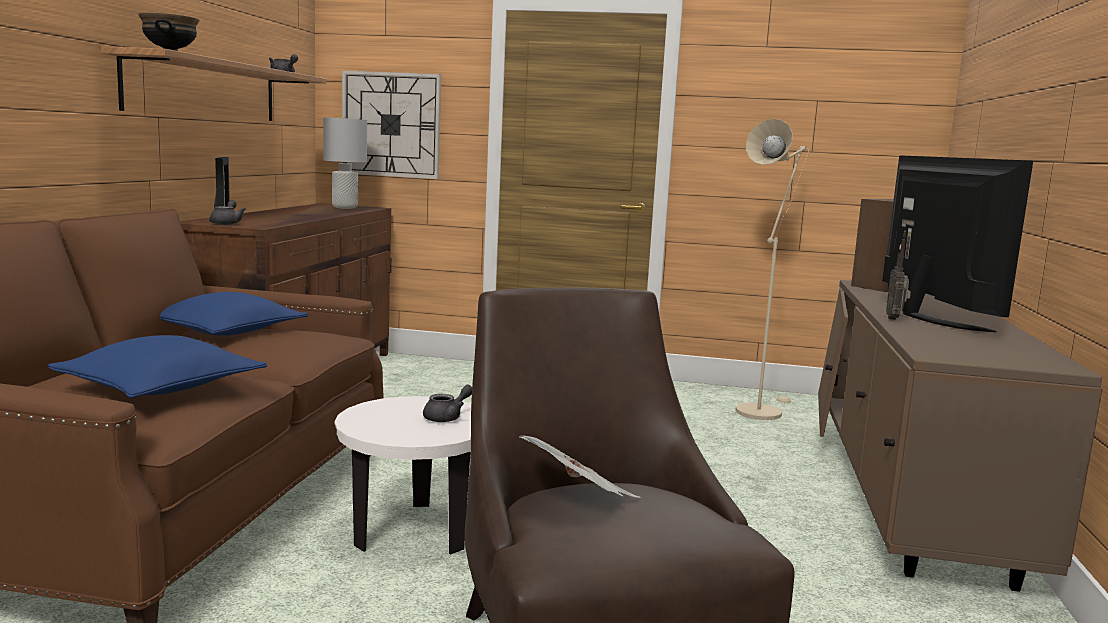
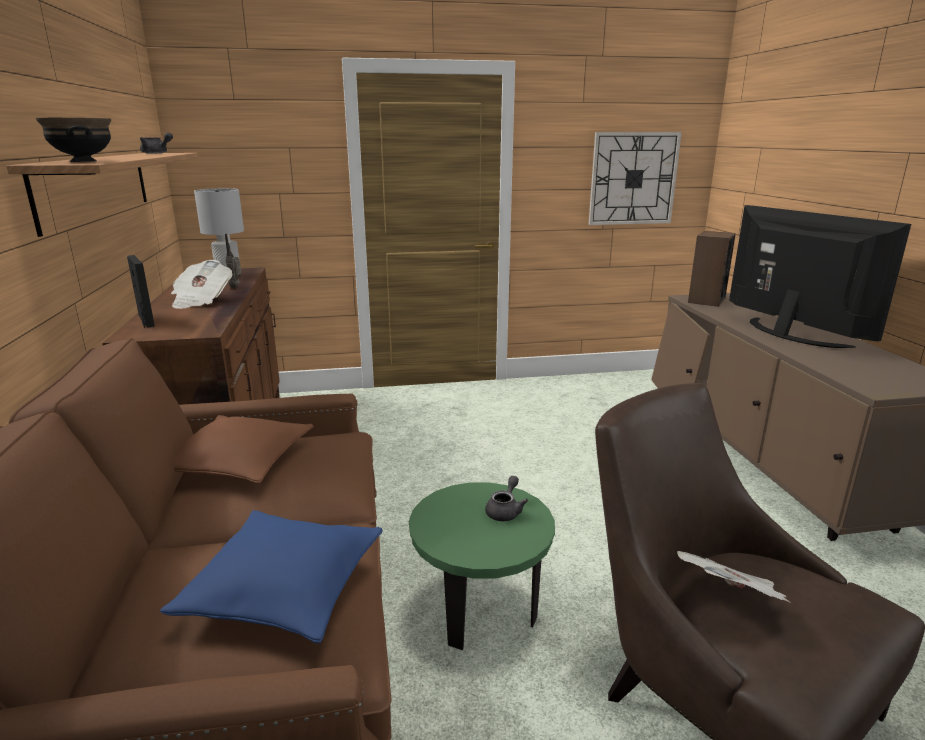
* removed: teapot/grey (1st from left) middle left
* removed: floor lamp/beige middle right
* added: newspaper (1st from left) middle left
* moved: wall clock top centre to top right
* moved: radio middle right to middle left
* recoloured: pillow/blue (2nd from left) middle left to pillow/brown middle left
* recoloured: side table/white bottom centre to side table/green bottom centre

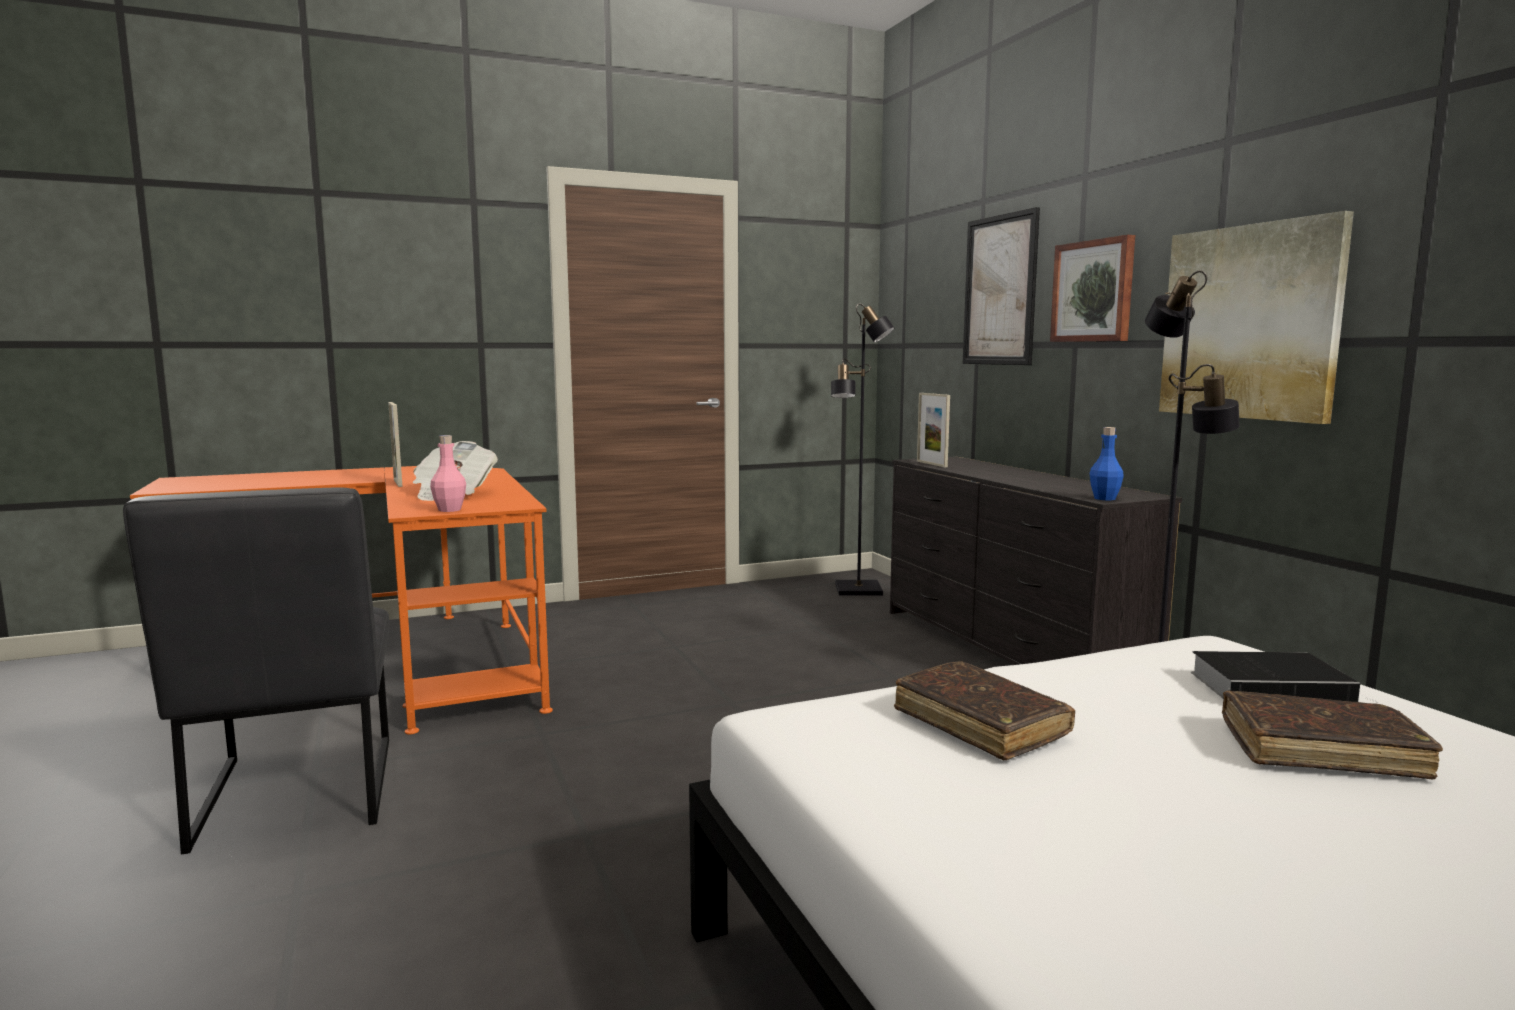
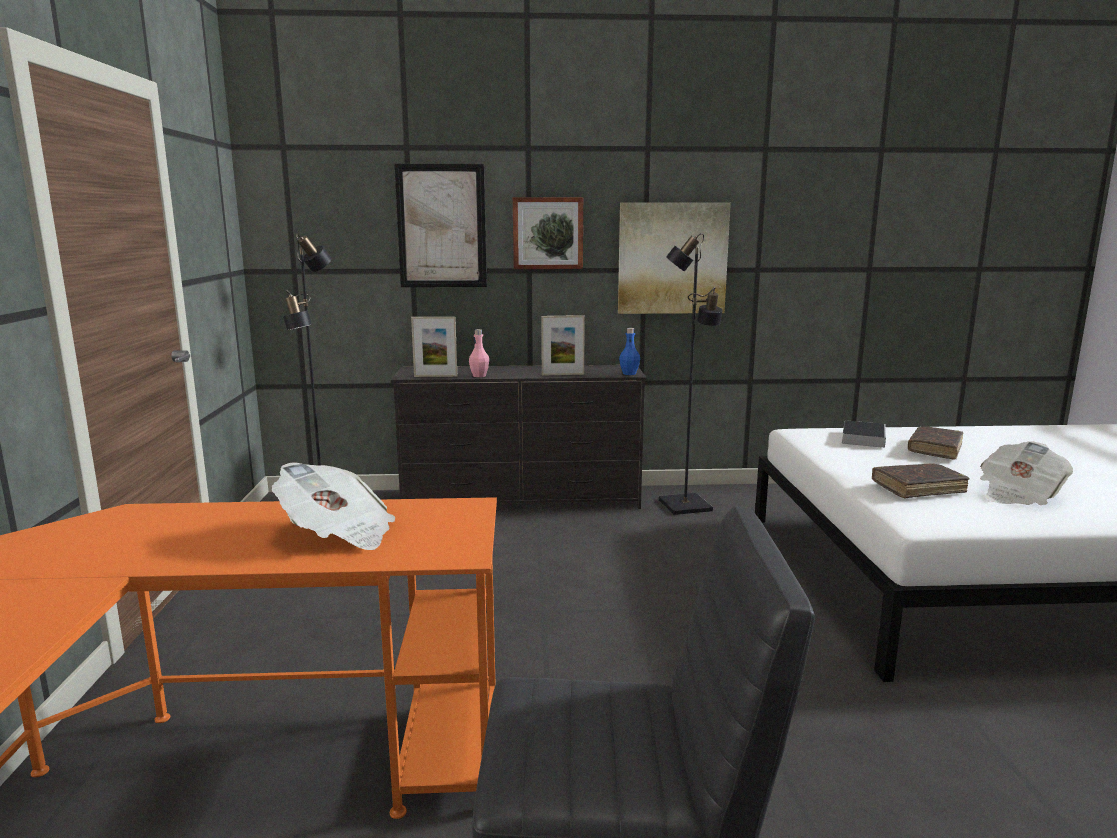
* added: newspaper (2nd from left) middle right
* moved: picture frame (1st from left in the first image) middle left to picture frame (2nd from left) centre
* moved: bottle/pink middle left to centre

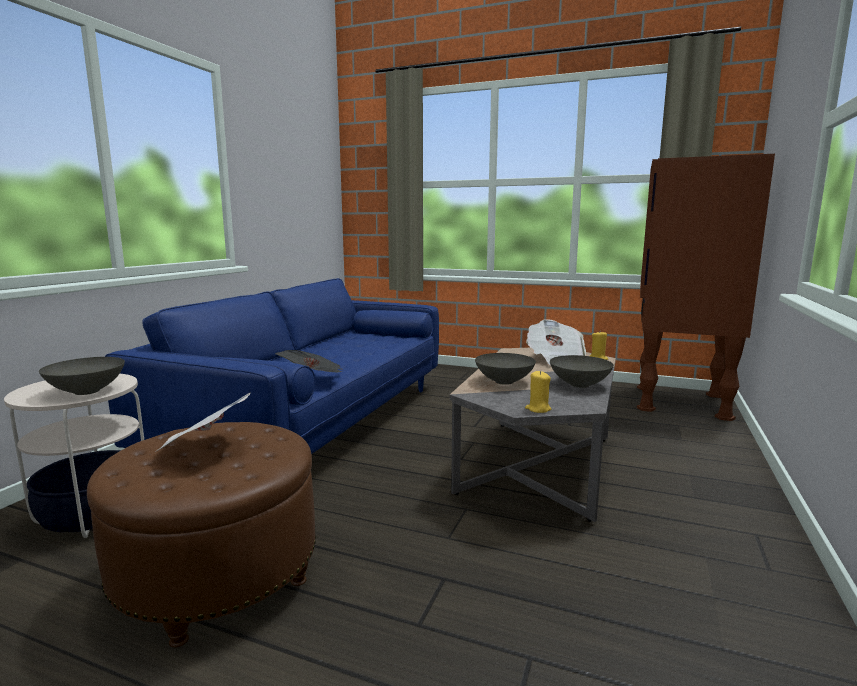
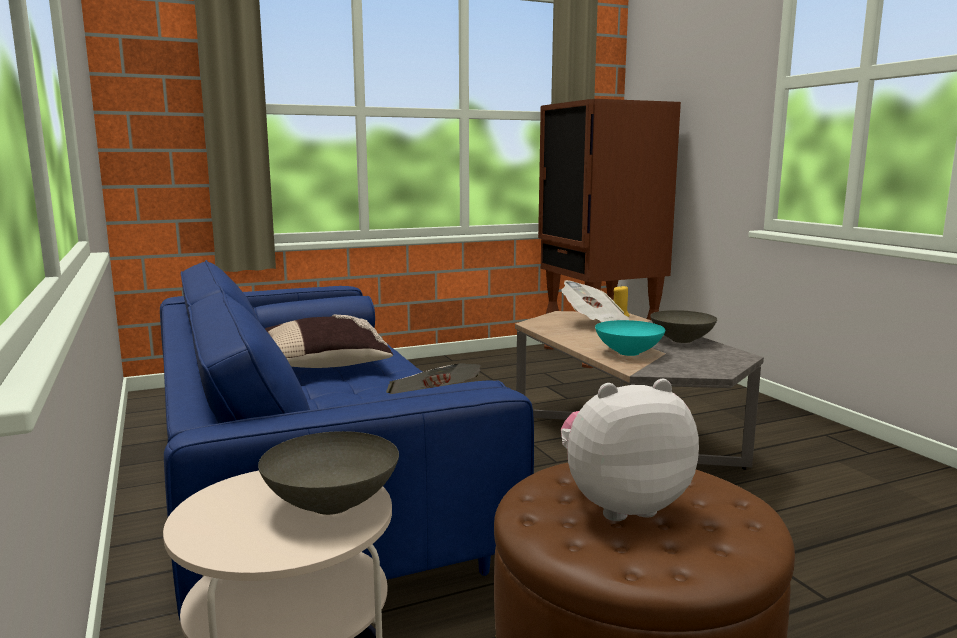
* removed: candle/yellow (1st from left) centre
* added: pillow centre
* replaced: newspaper (1st from left) middle left to plush toy bottom centre
* recoloured: bowl/grey (2nd from left) centre to bowl/turquoise centre

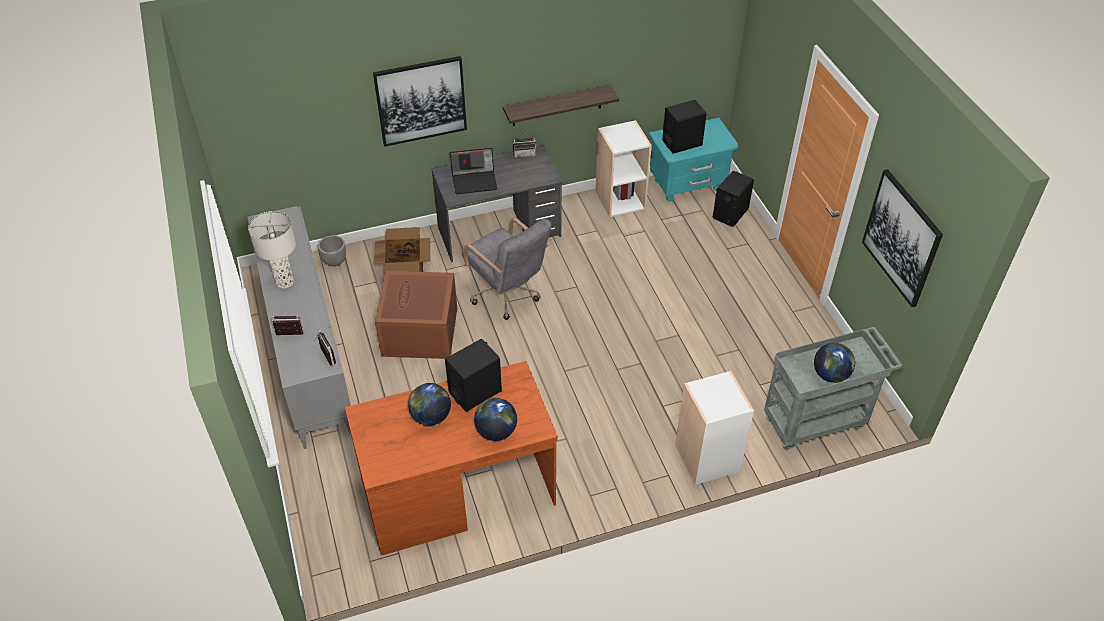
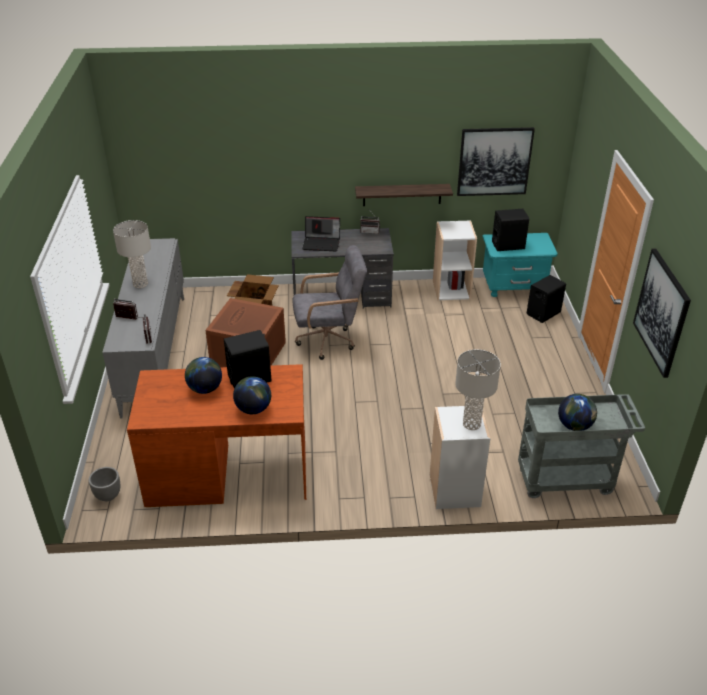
* added: table lamp/white (2nd from left) middle right
* moved: planter/grey middle left to bottom left
* moved: picture (1st from left) top centre to top right
* turned: office chair/grey centre = centre 75 degrees counterclockwise

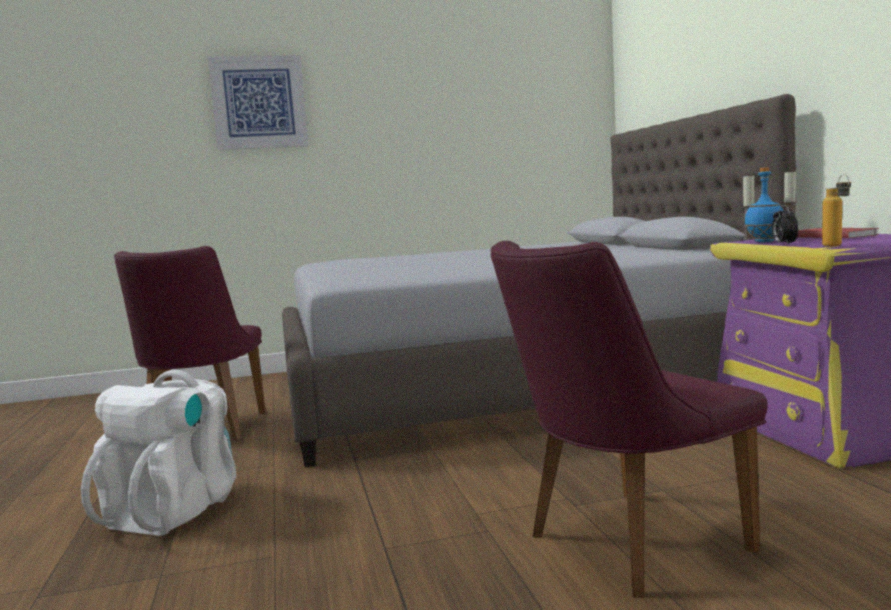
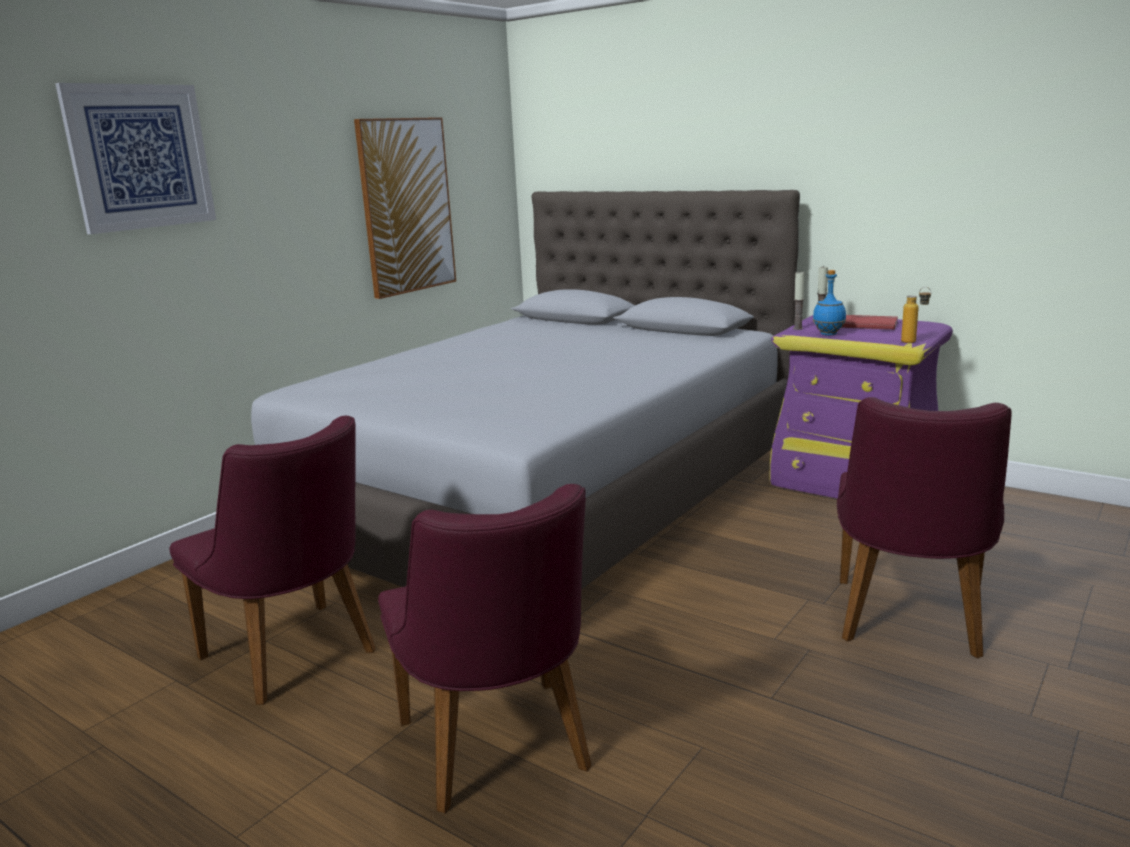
* removed: alarm clock middle right
* added: picture (2nd from left) top centre
* replaced: backpack/white bottom left to chair/purple (2nd from left) bottom centre

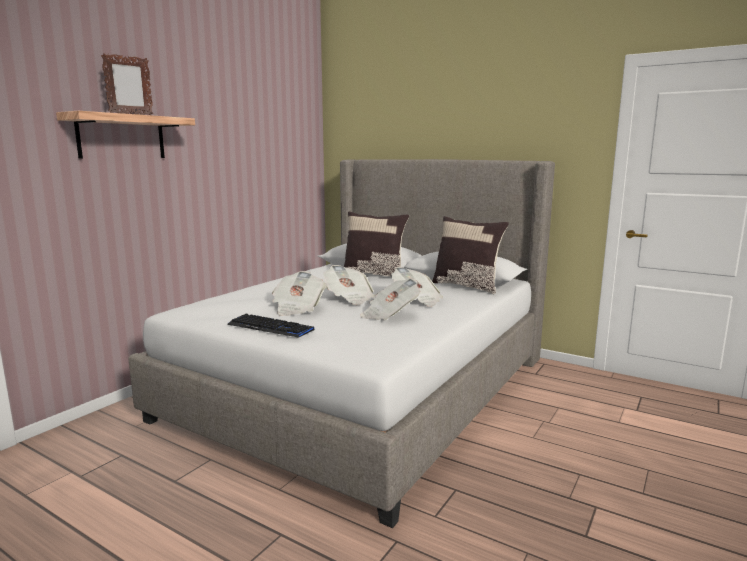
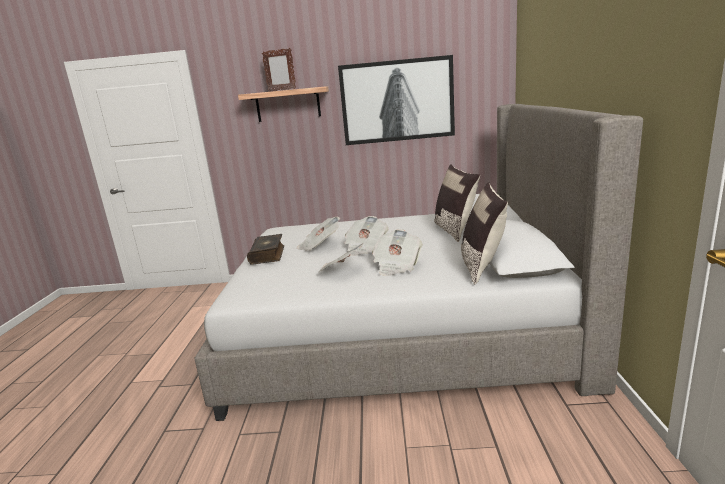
* added: picture top centre
* replaced: keyboard centre to book centre

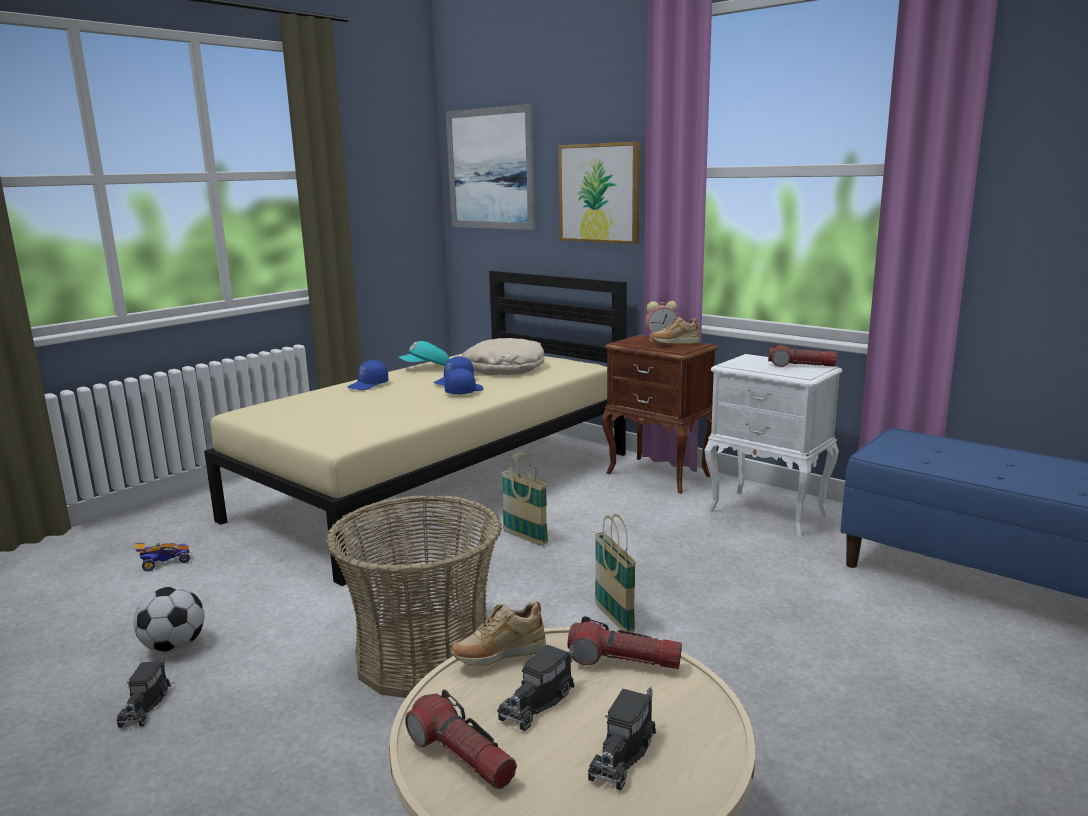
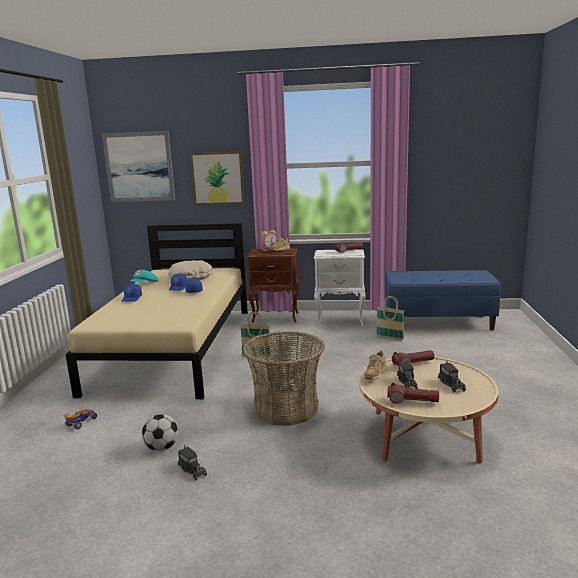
* moved: basket (3rd from left) bottom centre to middle right

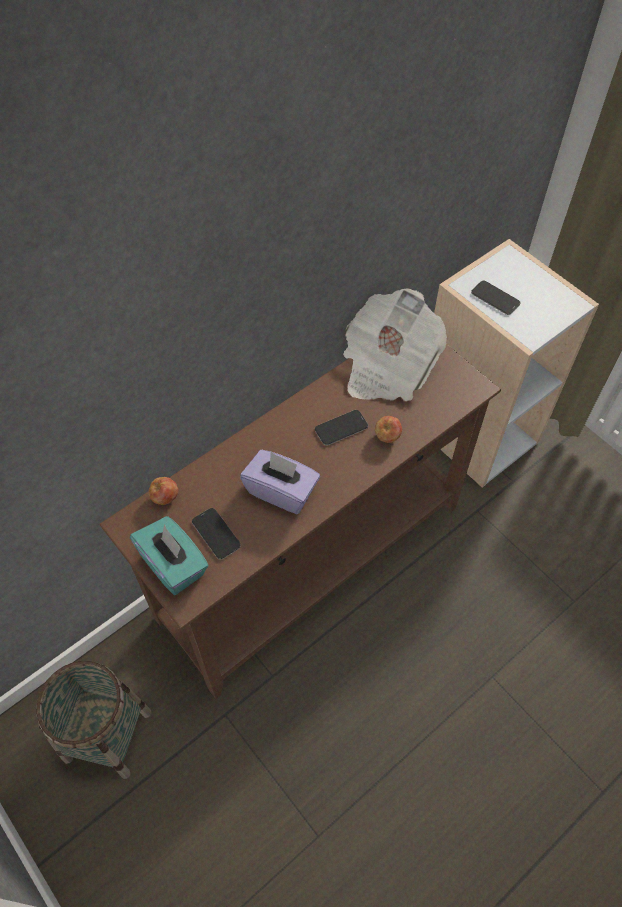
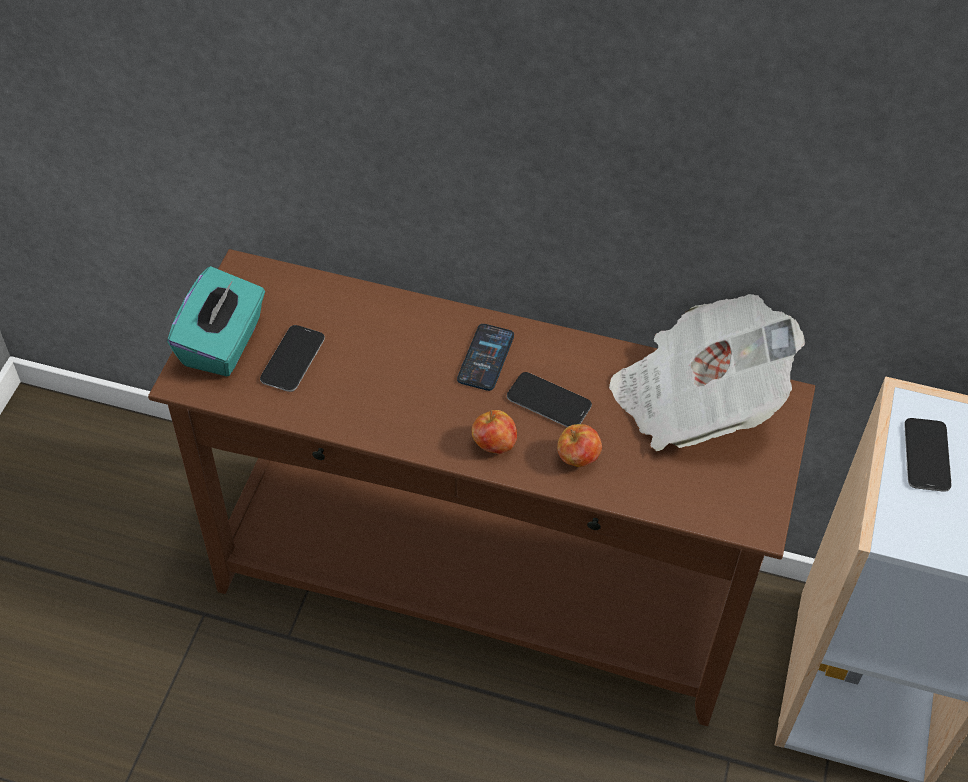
* removed: basket bottom left
* removed: tissue box/purple centre
* added: phone (2nd from left) centre
* moved: apple (1st from left) middle left to centre

